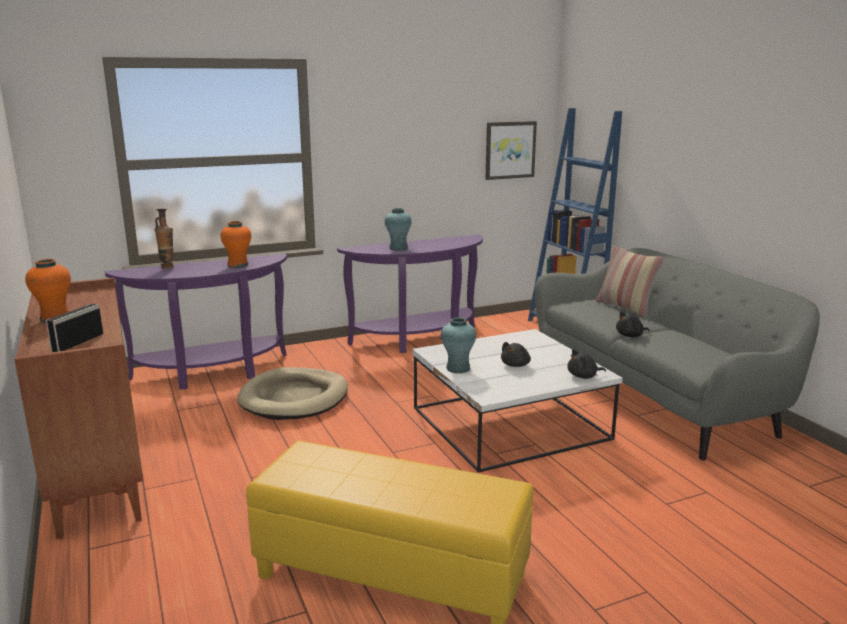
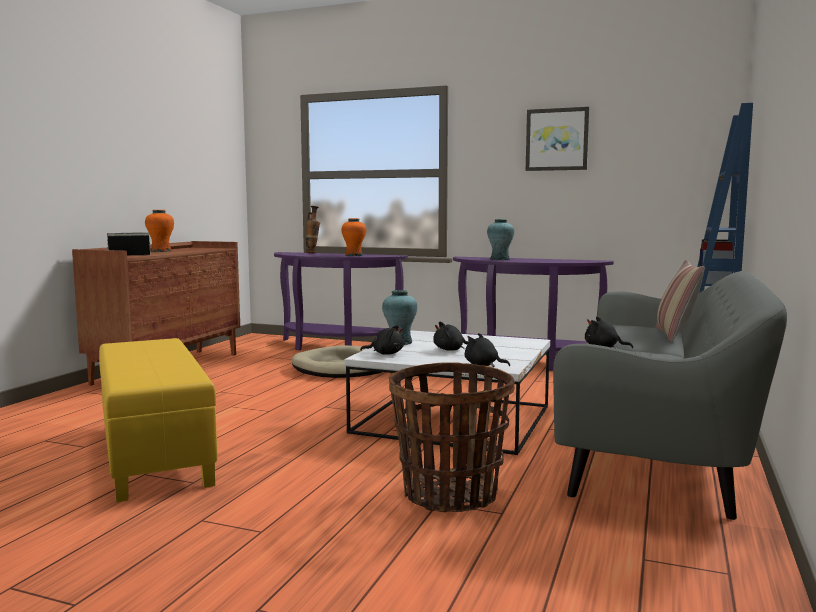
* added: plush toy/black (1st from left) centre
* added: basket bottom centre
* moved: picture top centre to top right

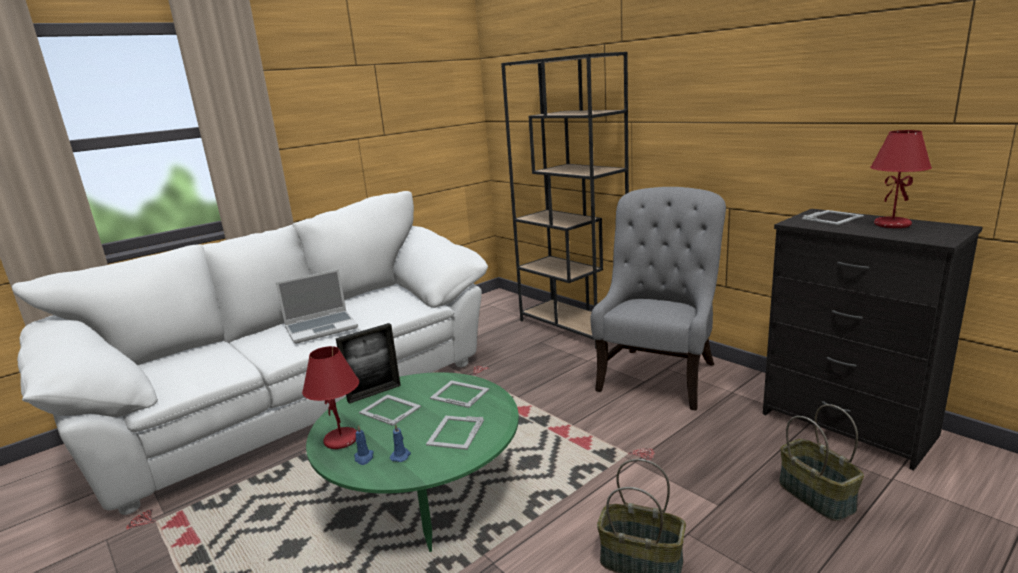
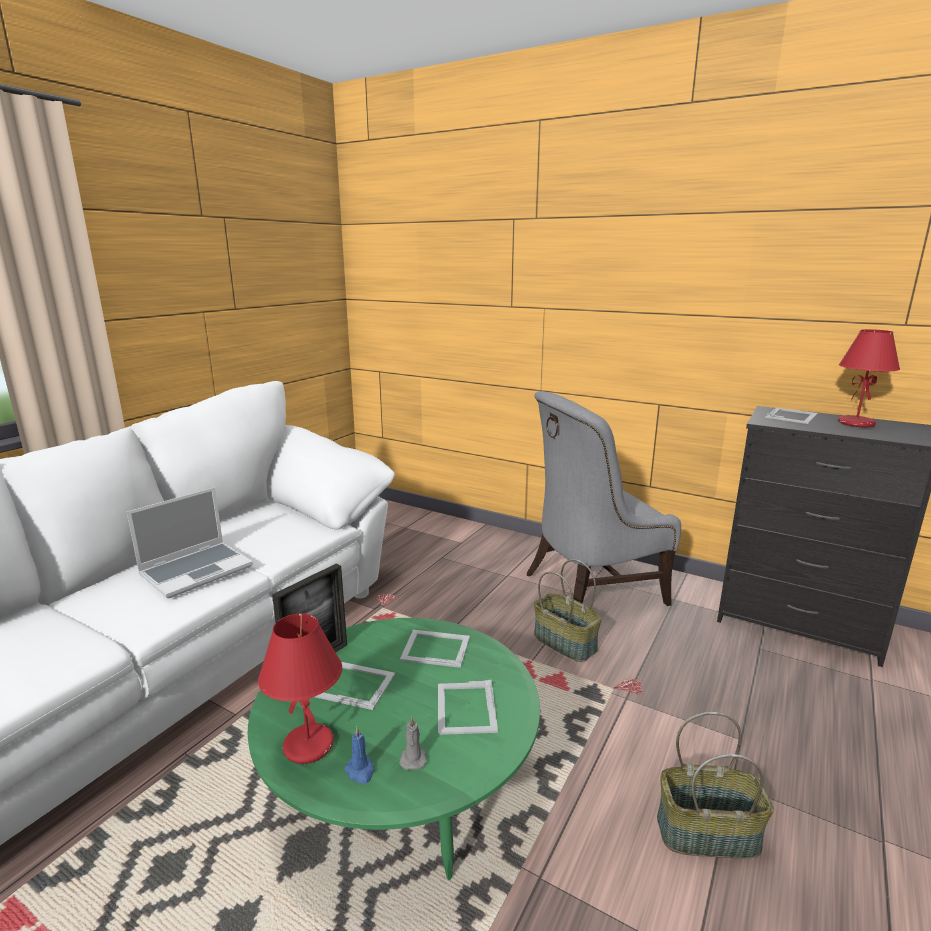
* removed: bookcase centre
* moved: basket (2nd from left in the first image) bottom right to basket (1st from left) centre
* recoloured: candle/blue (2nd from left) bottom centre to candle/grey bottom centre
* turned: armchair/grey centre = centre 120 degrees counterclockwise

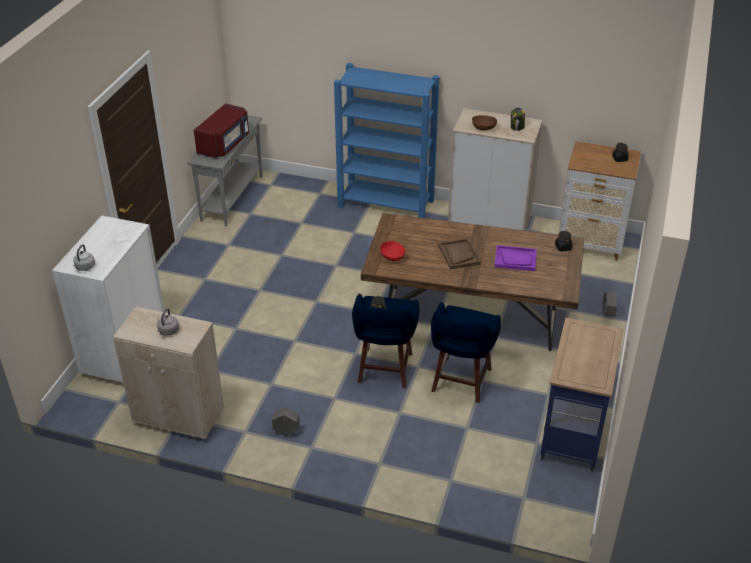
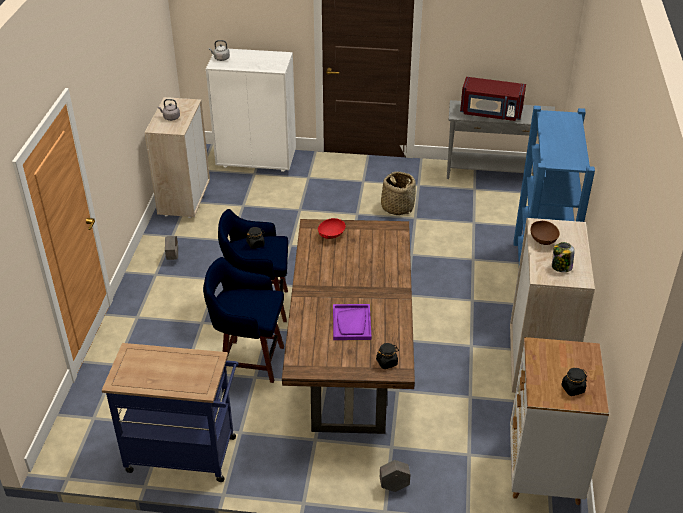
* removed: tray/brown centre
* added: basket centre

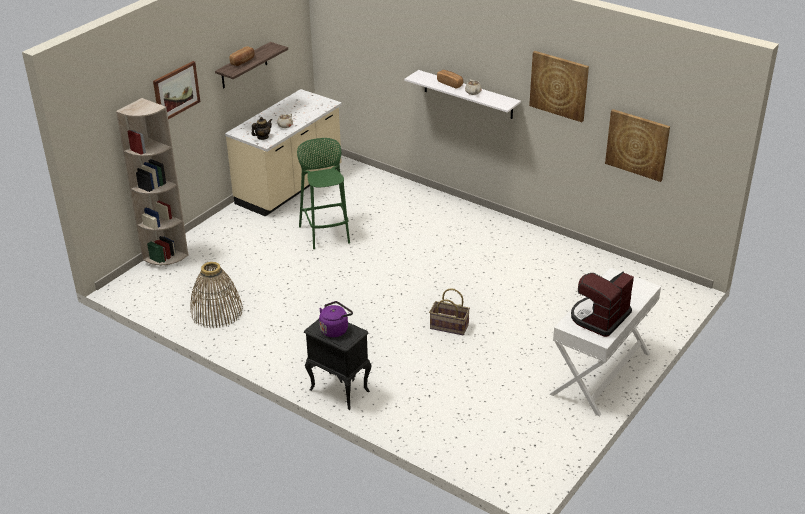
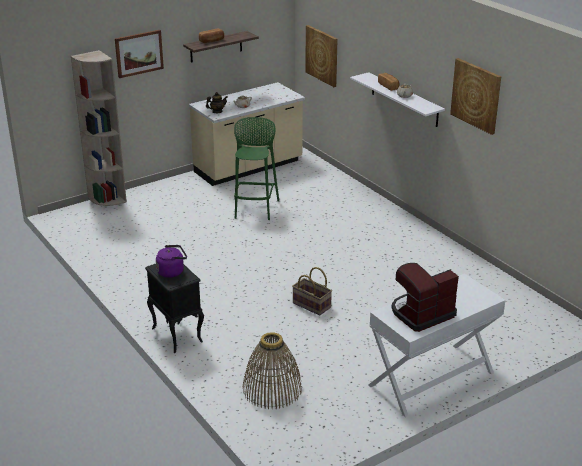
* moved: basket (1st from left) middle left to bottom centre
* moved: picture (3rd from left in the first image) top right to picture (2nd from left) top centre

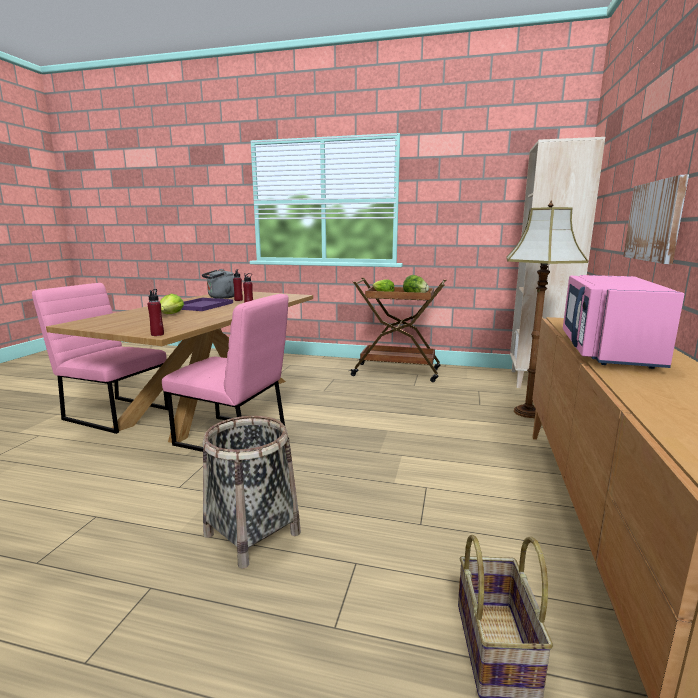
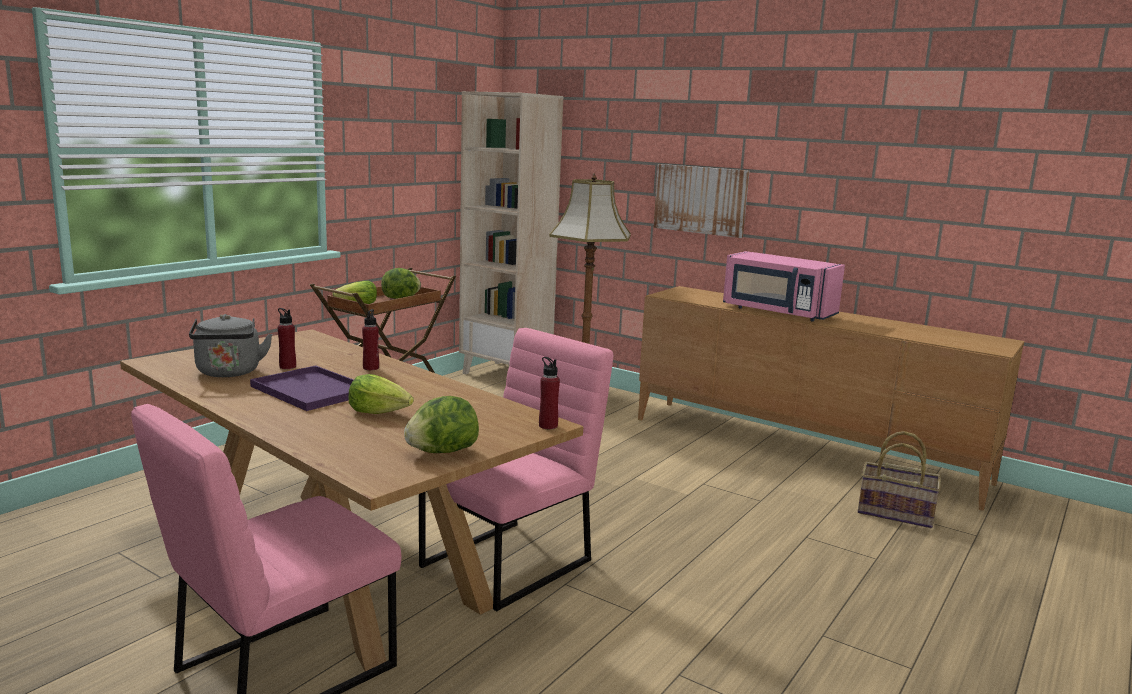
* removed: basket (1st from left) bottom centre
* added: lettuce (4th from left) centre

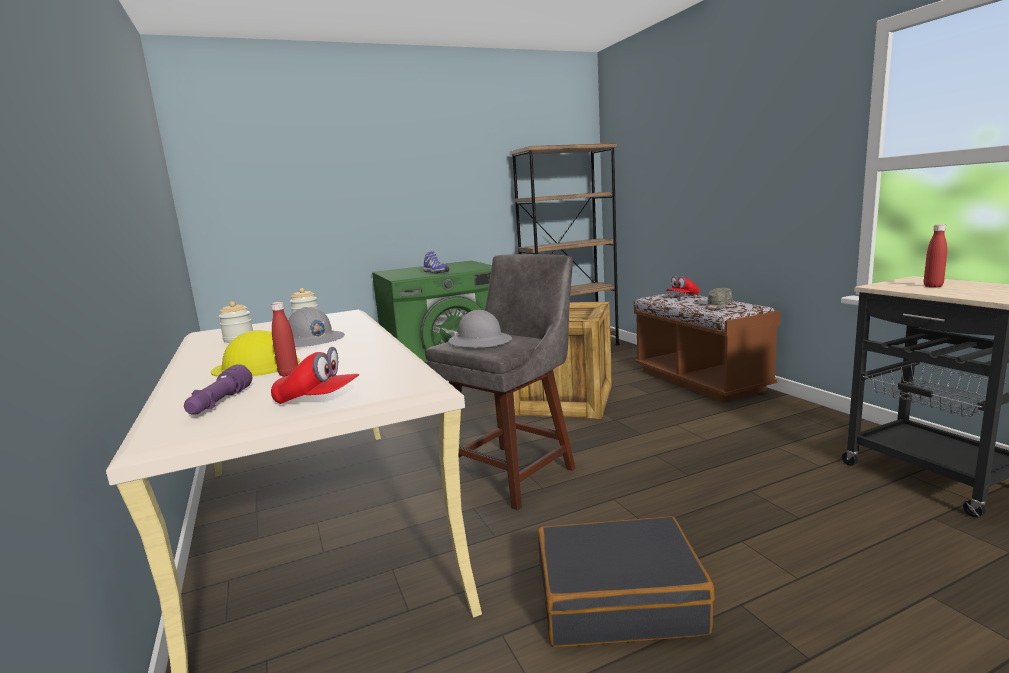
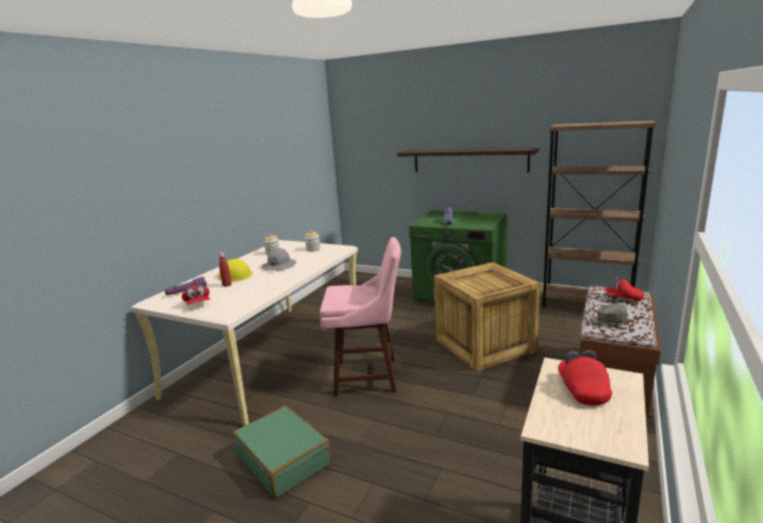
* removed: hard hat/grey (2nd from left) centre
* added: shelf top centre
* replaced: bottle/red (2nd from left) middle right to cap/red (2nd from left) bottom right
* recoloured: stool/grey centre to stool/pink centre
* recoloured: suitcase/black bottom centre to suitcase/green bottom centre

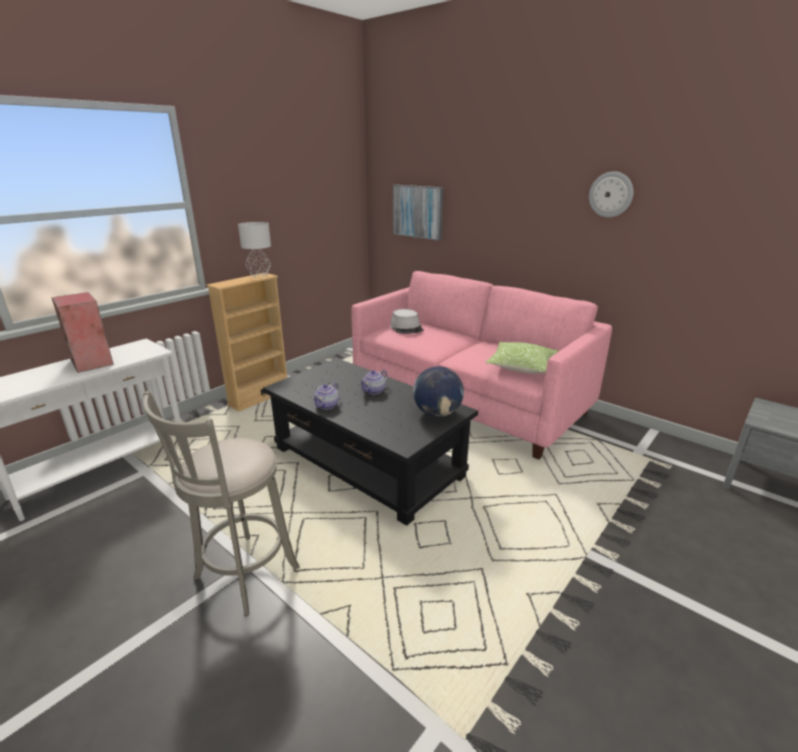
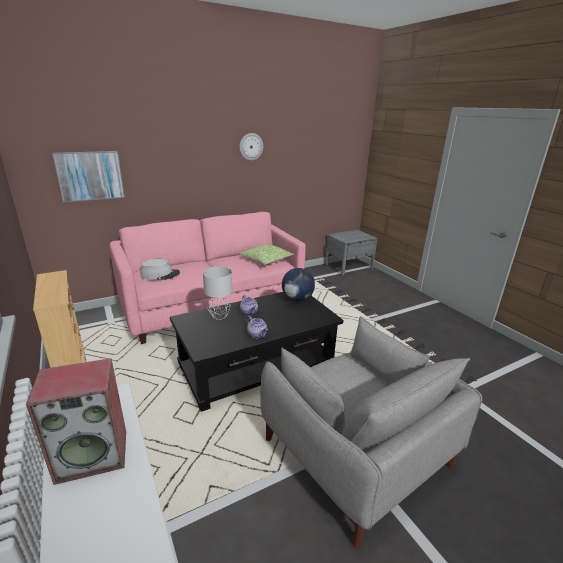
* moved: table lamp/grey top left to centre
* replaced: stool/grey bottom left to armchair/grey bottom centre

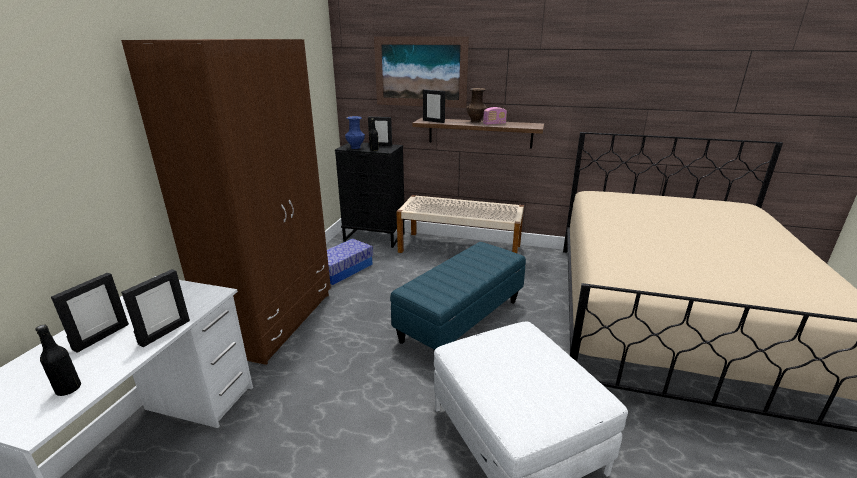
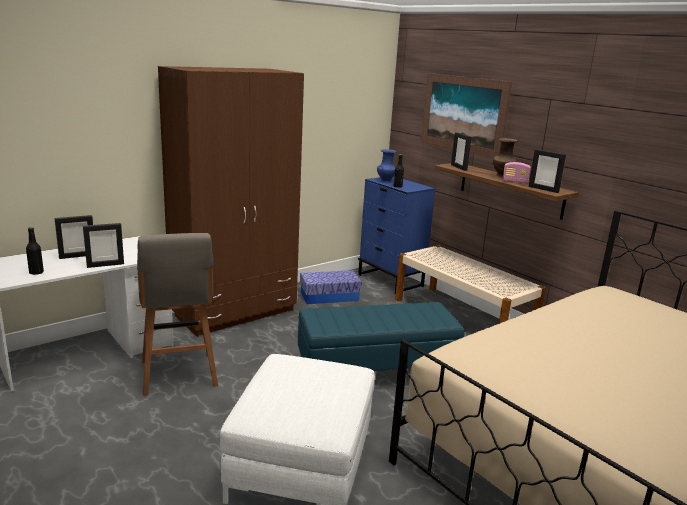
* added: stool/grey middle left
* moved: picture frame (3rd from left in the first image) top centre to picture frame (4th from left) middle right
* recoloured: dresser/black centre to dresser/blue centre

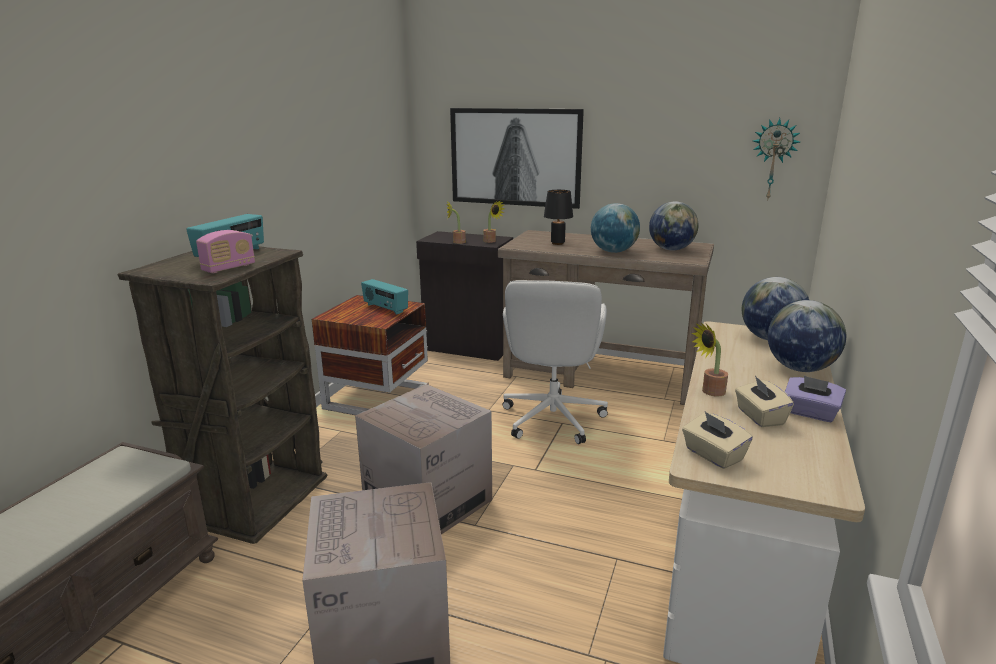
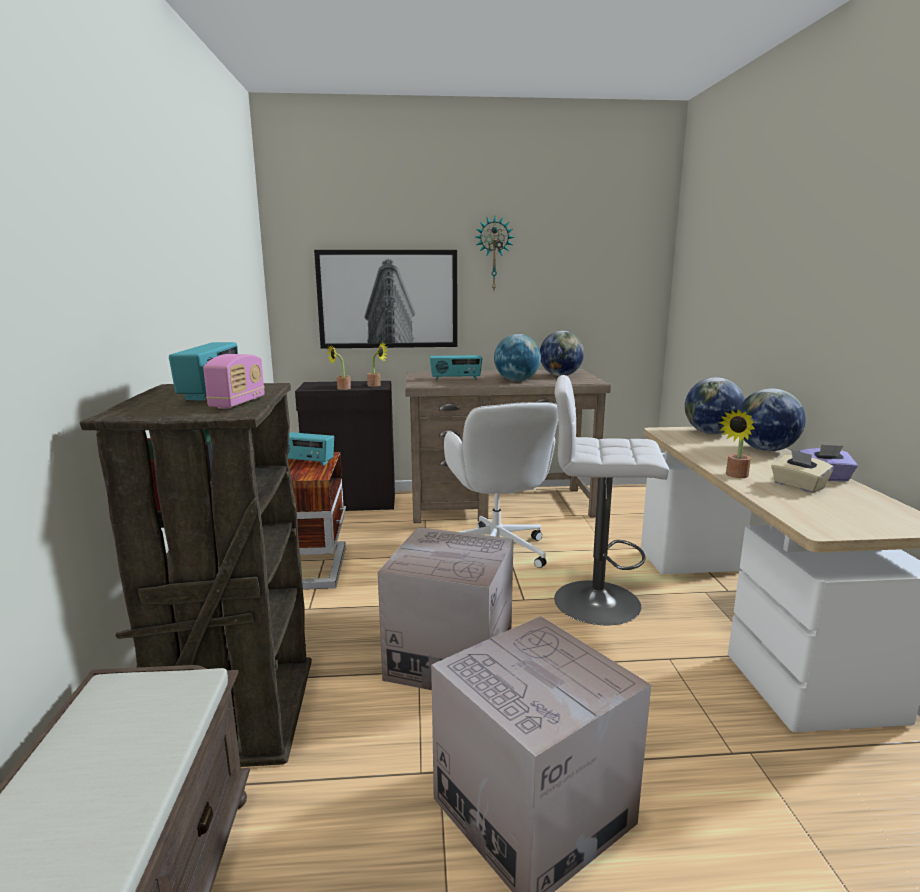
* removed: tissue box/beige (1st from left) middle right
* added: stool/white centre
* moved: wall clock top right to top centre
* replaced: table lamp/black top centre to radio (4th from left) centre

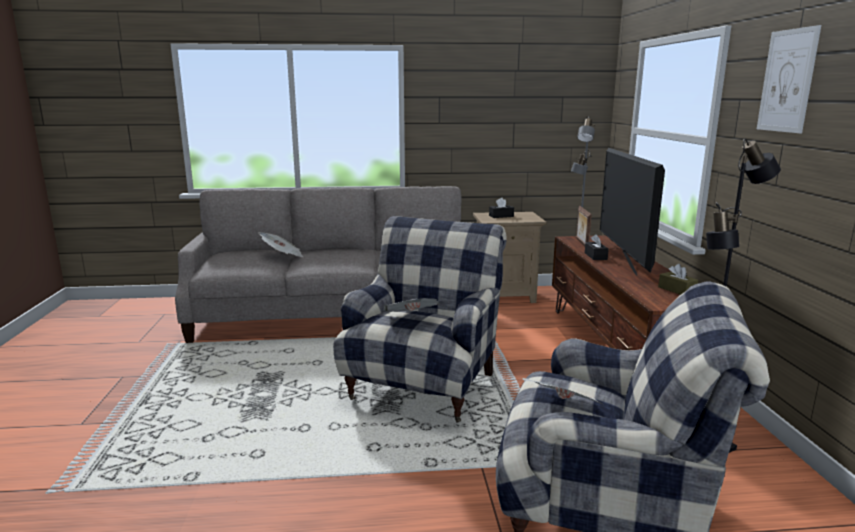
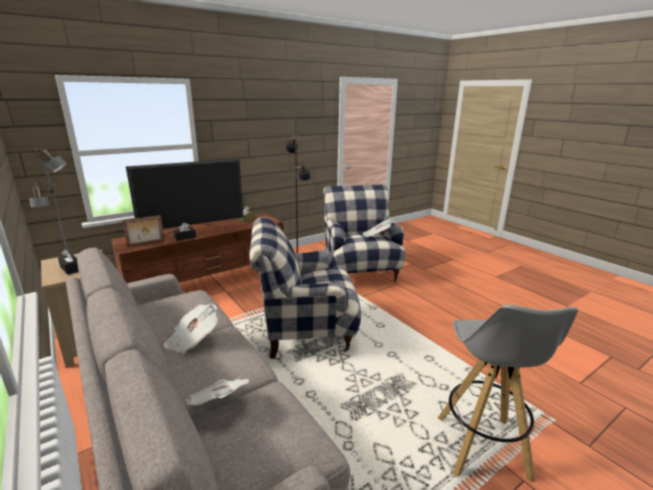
* removed: picture top right
* added: stool/grey bottom right
* moved: newspaper (2nd from left in the first image) centre to newspaper (1st from left) bottom left

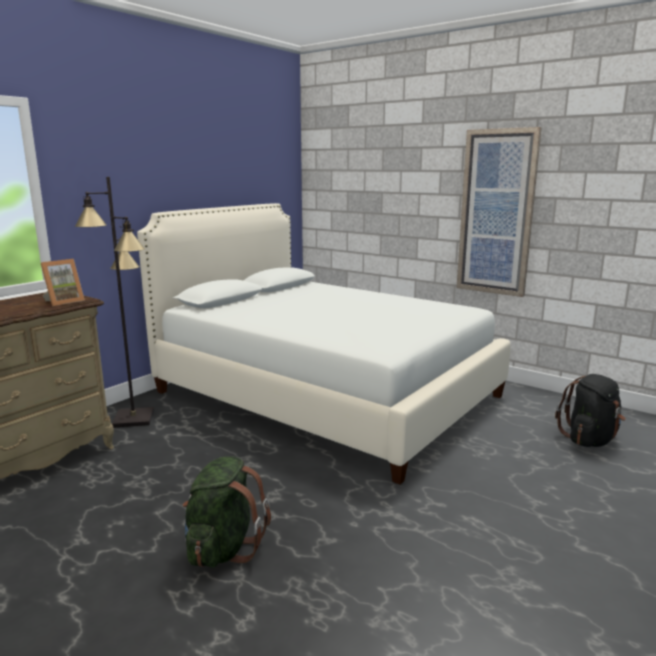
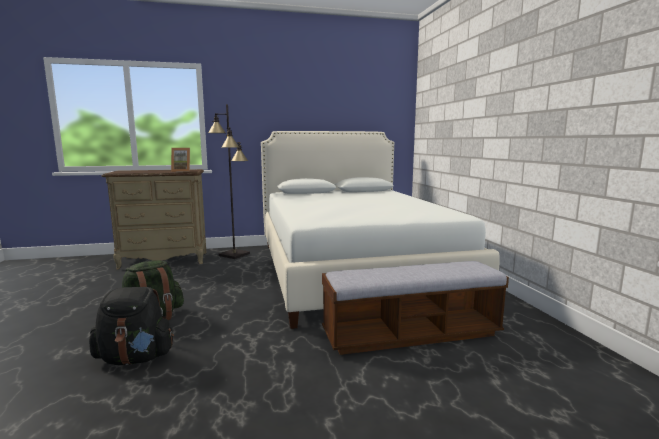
* removed: picture top right
* added: bench bottom centre
* moved: backpack/black middle right to bottom left

